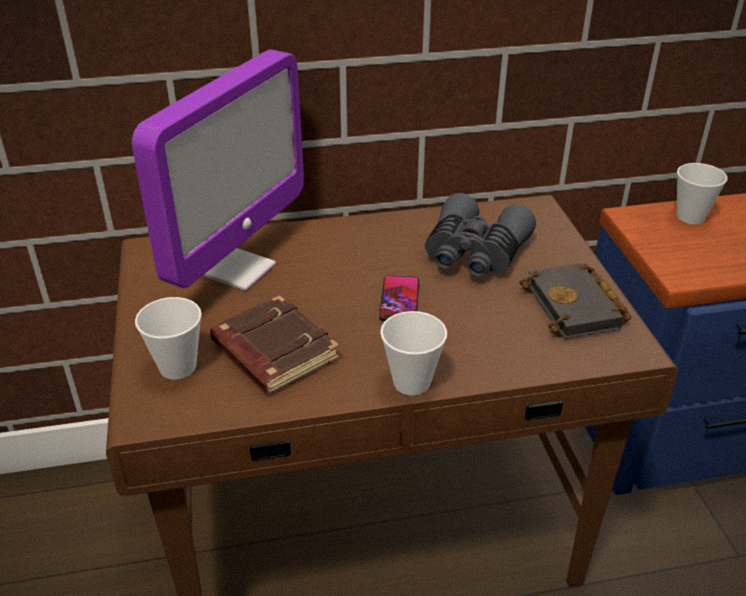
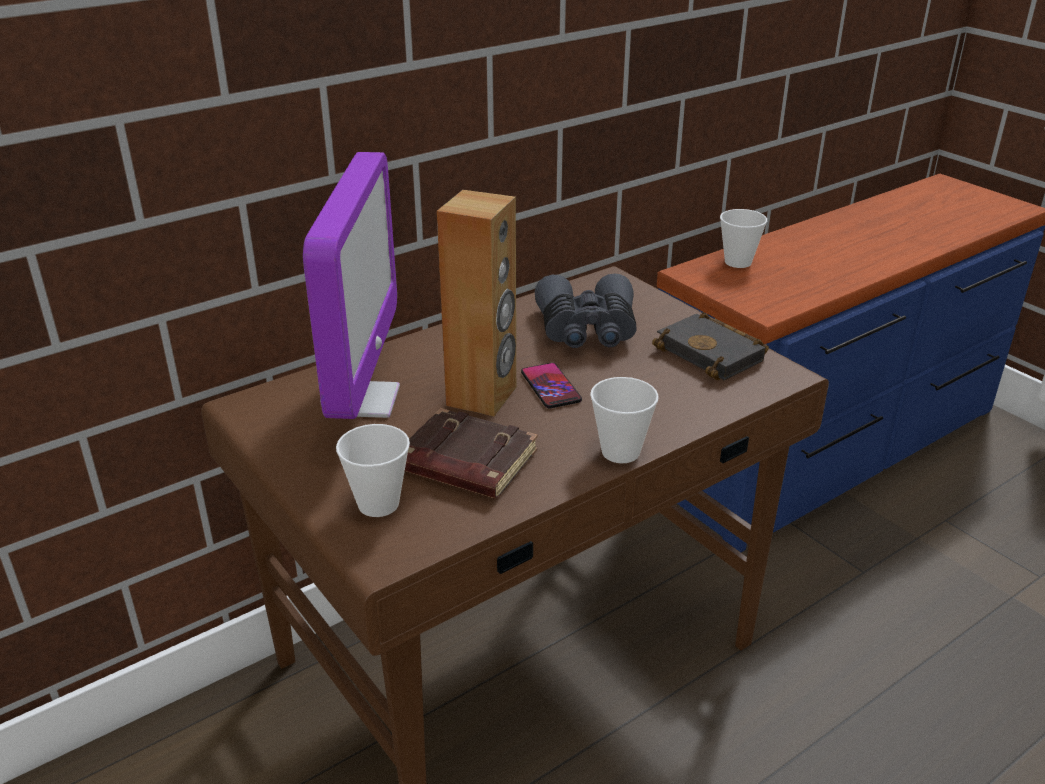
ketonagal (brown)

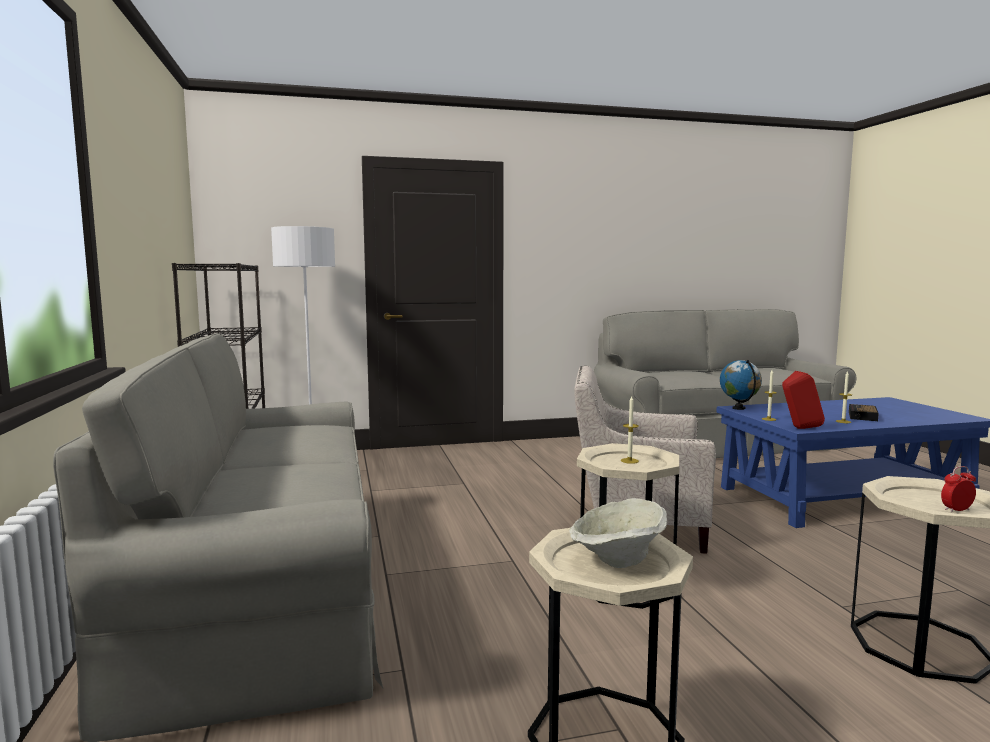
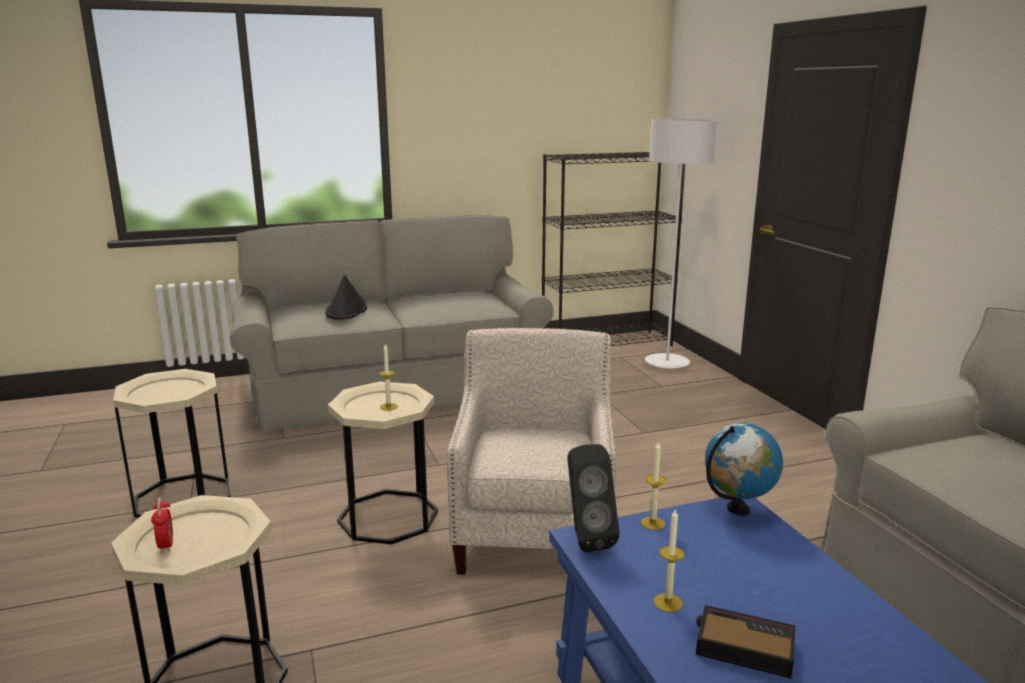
ketonagal (black)
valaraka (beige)
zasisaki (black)

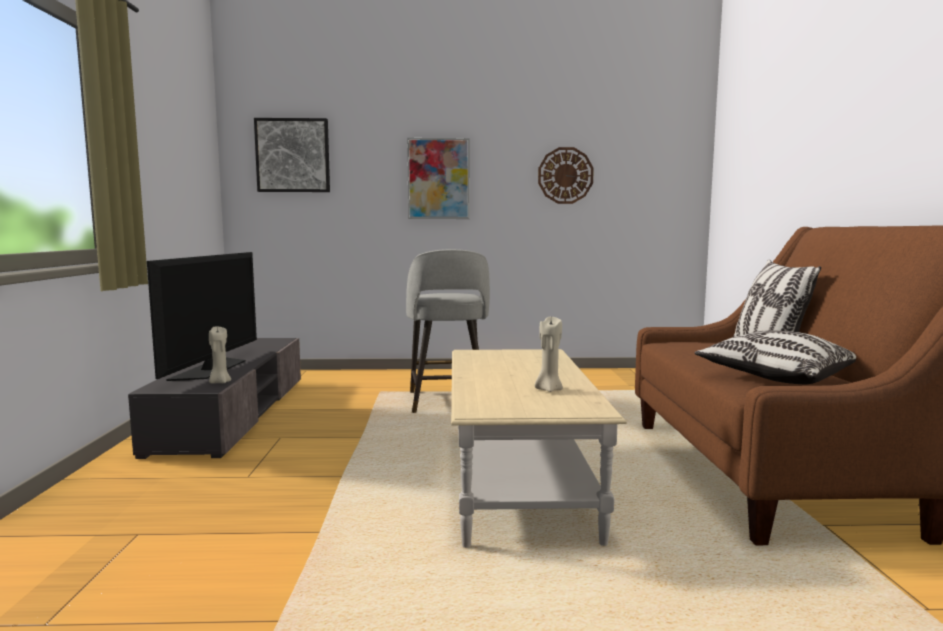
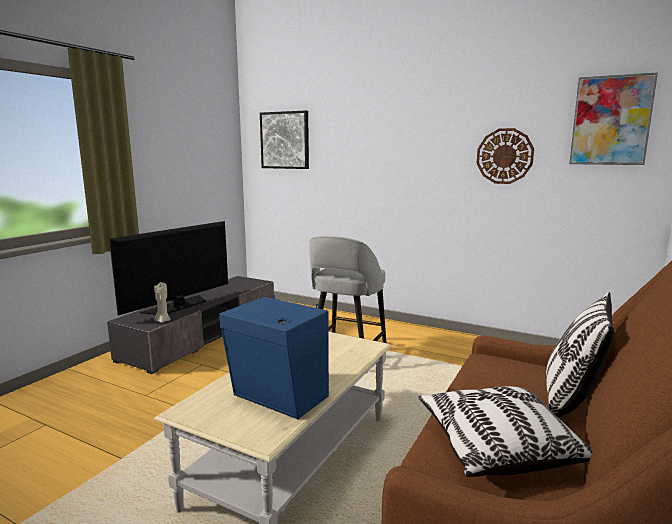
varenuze (no. 2 from left)
ketonagal (blue)

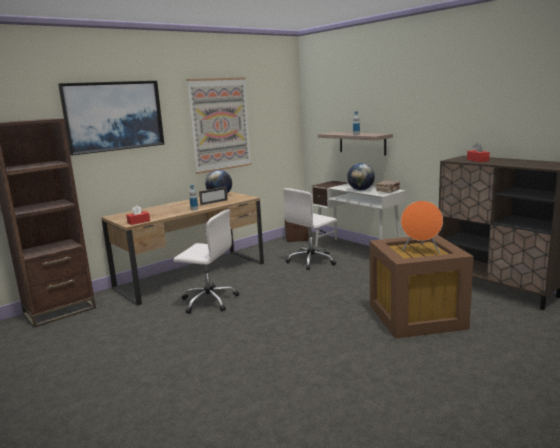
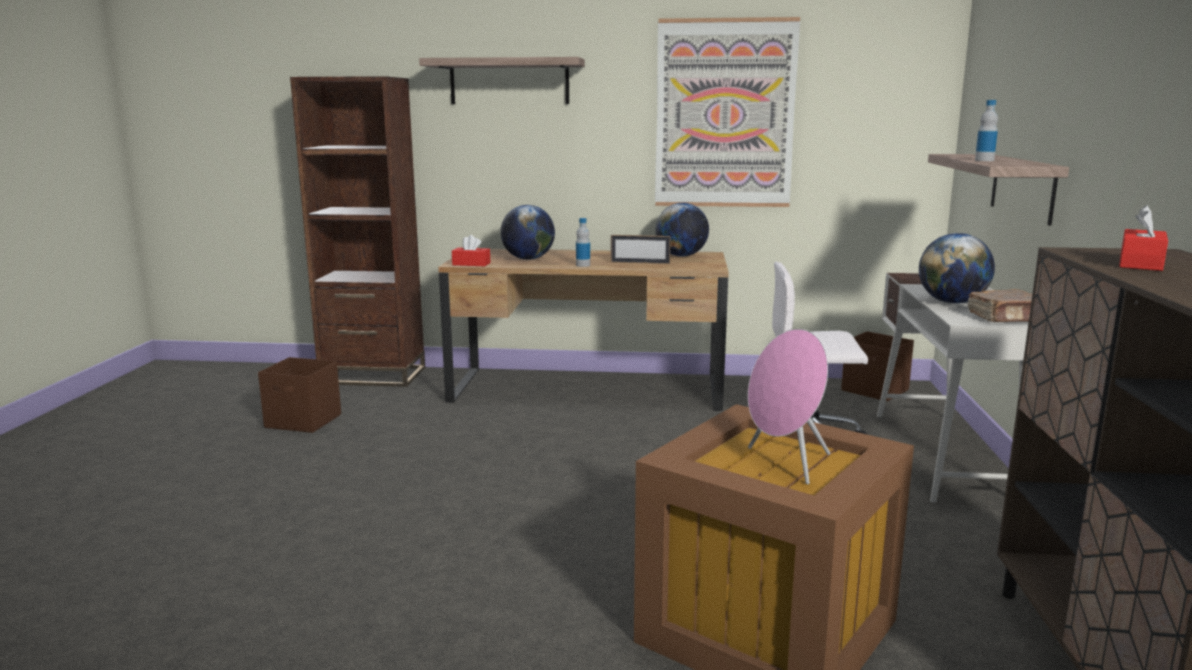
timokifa (no. 1 from left)
ketonagal (pink)
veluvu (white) (no. 1 from left in the first image)
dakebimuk (no. 1 from left)
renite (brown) (no. 1 from left)

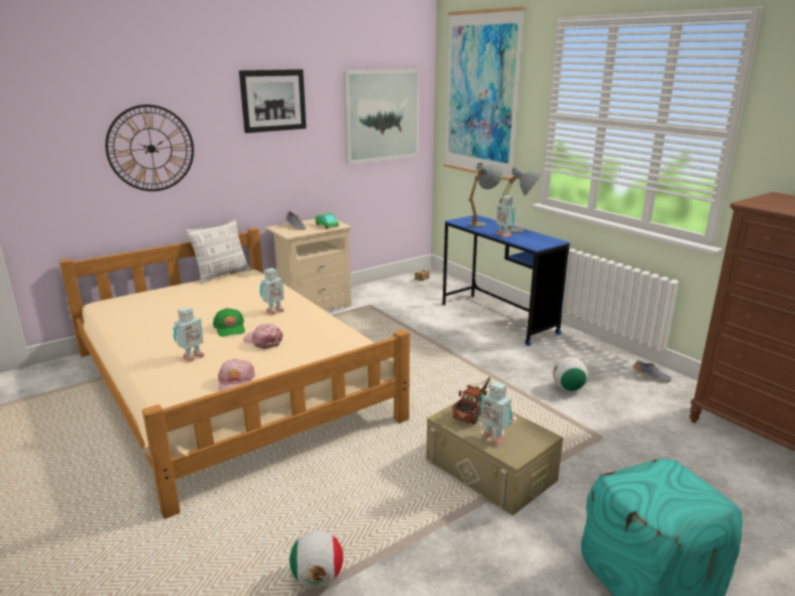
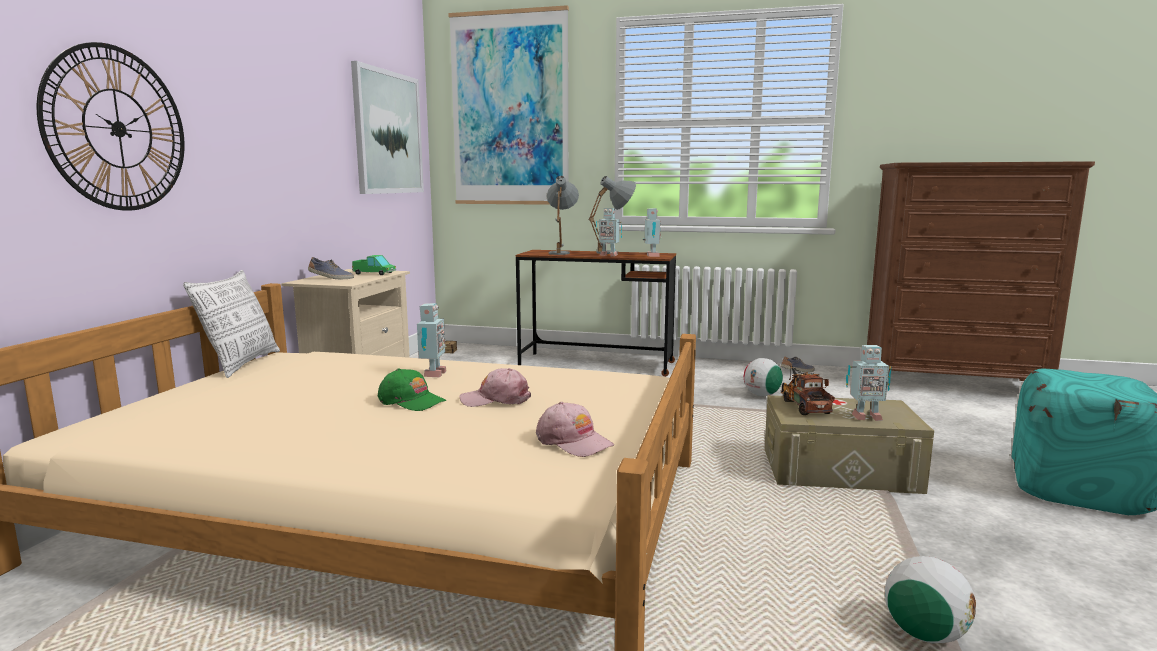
varenuze (no. 1 from left in the first image)
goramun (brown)
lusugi (no. 3 from left)

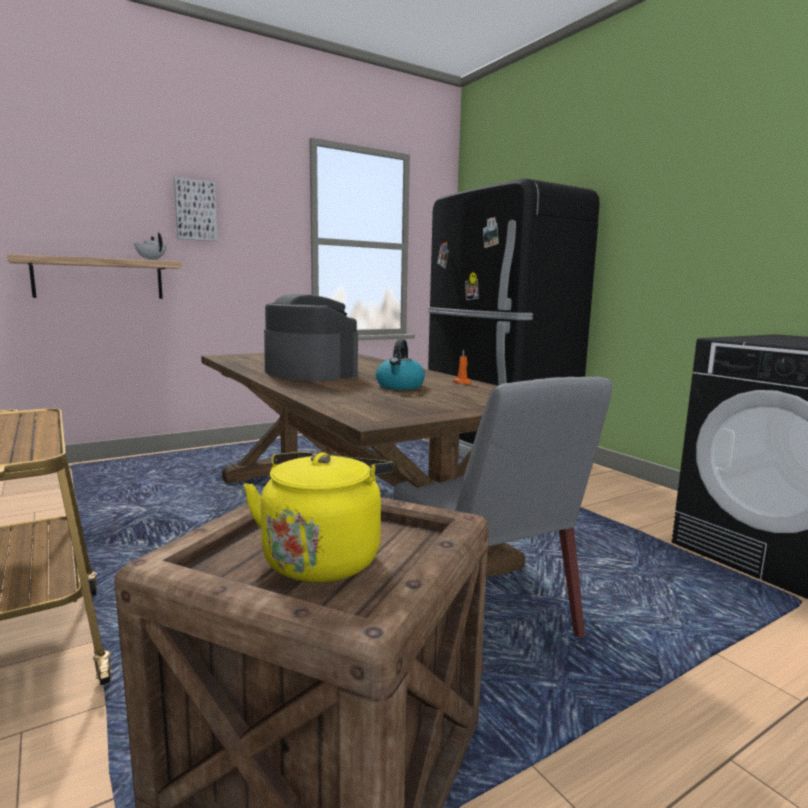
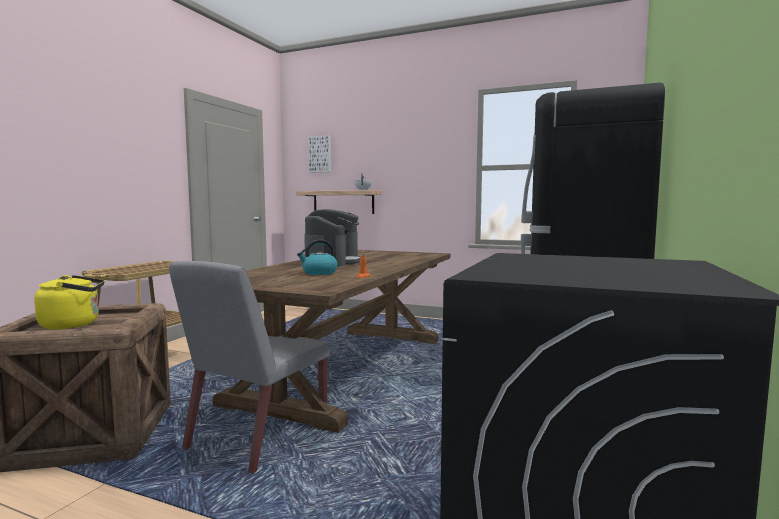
varenuze

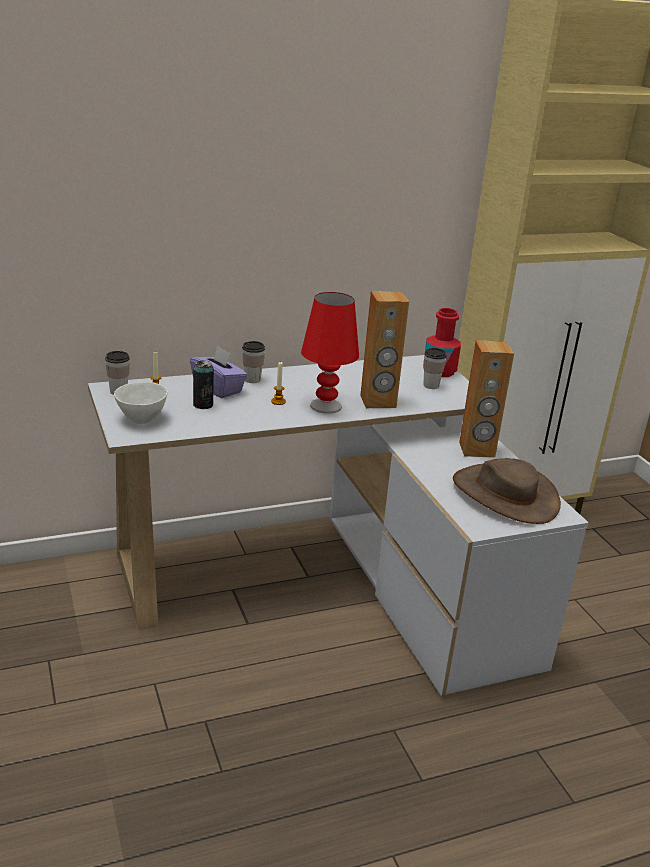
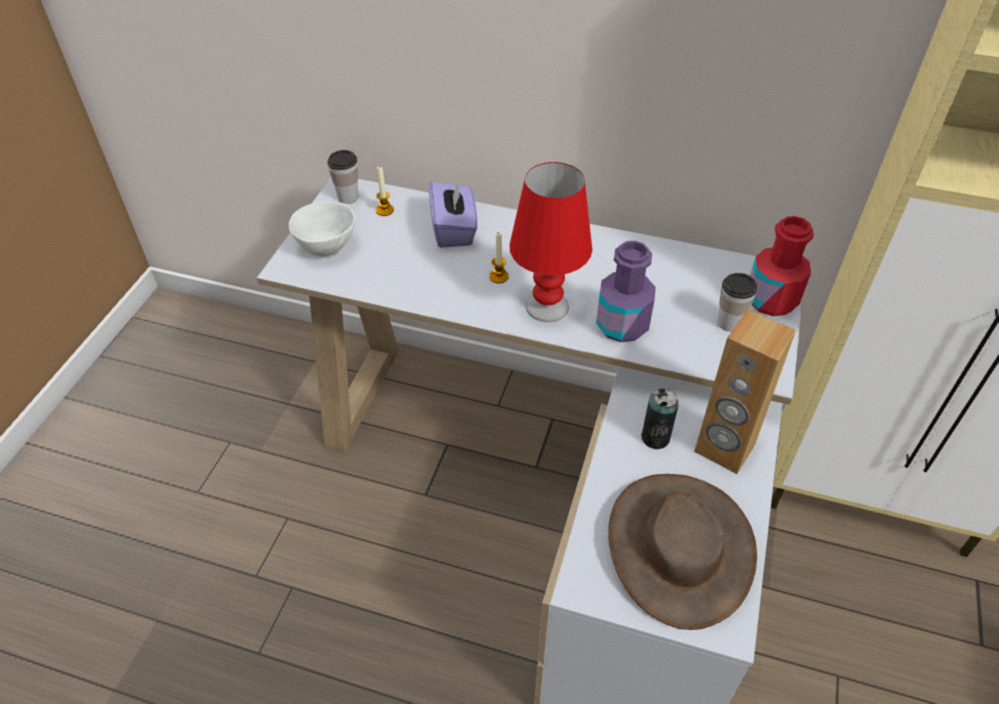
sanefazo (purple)
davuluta (no. 2 from left in the first image)
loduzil

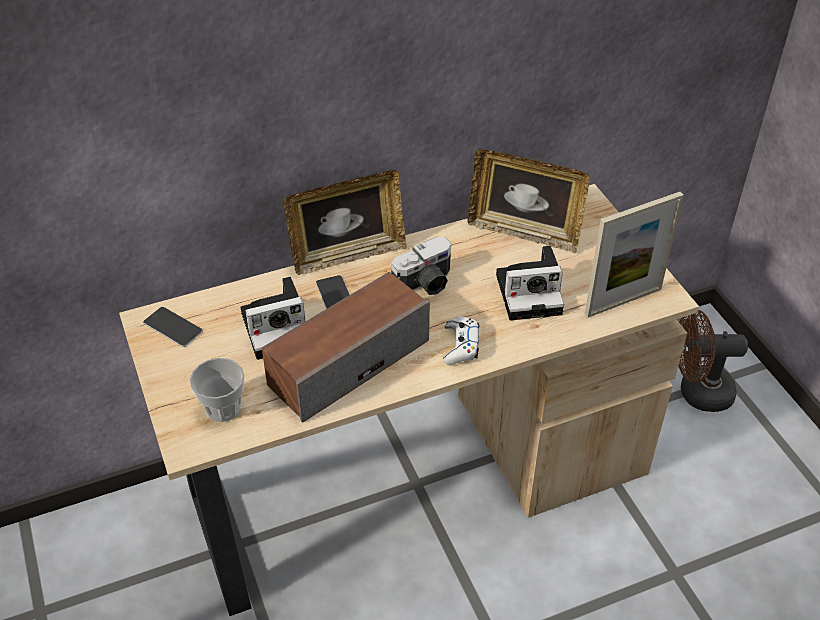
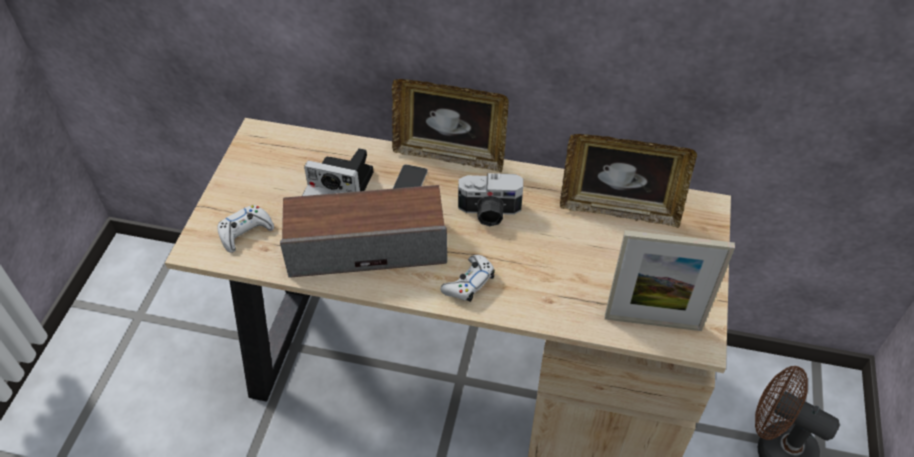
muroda (no. 2 from left)
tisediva (no. 3 from left in the first image)
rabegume (no. 1 from left in the first image)
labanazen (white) (no. 1 from left)

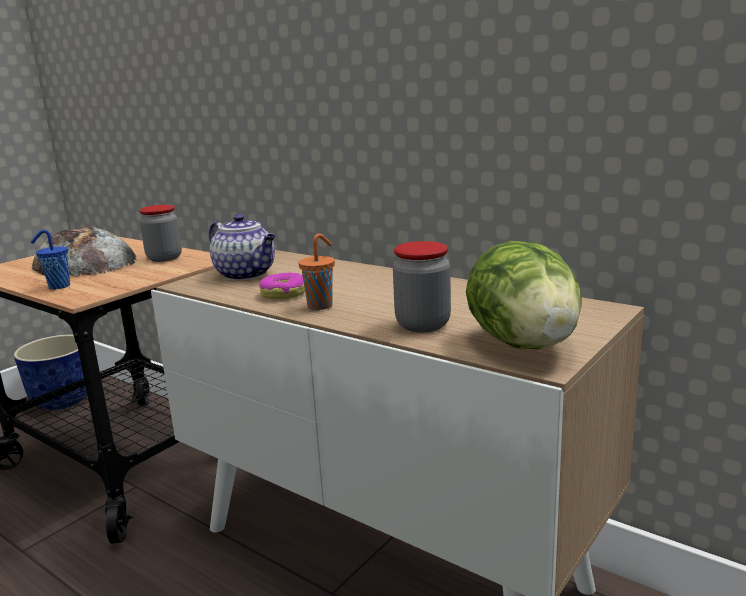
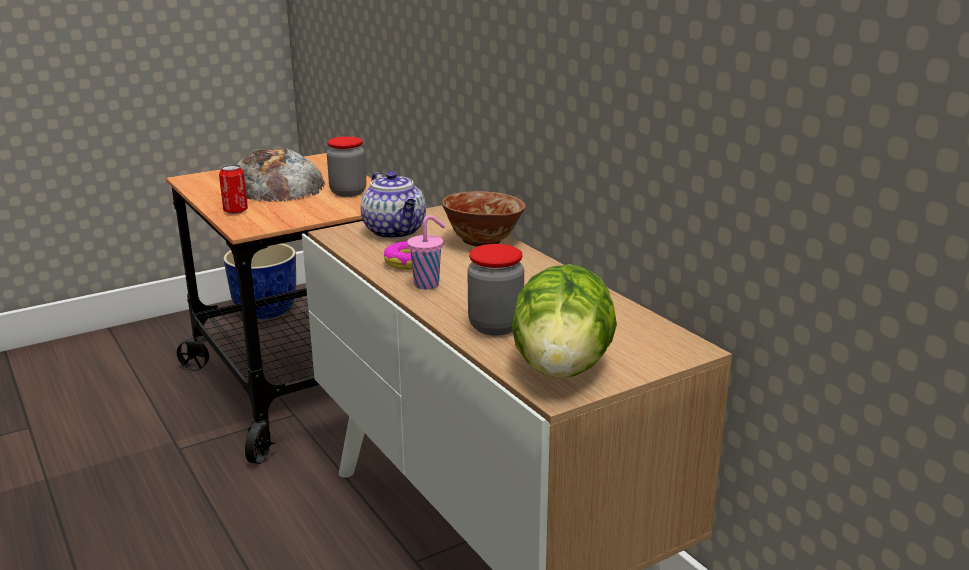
loduzil
davuluta (pink)
valaraka

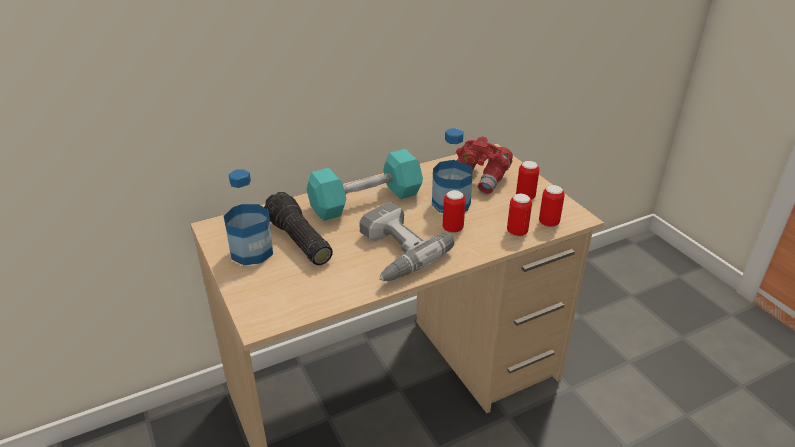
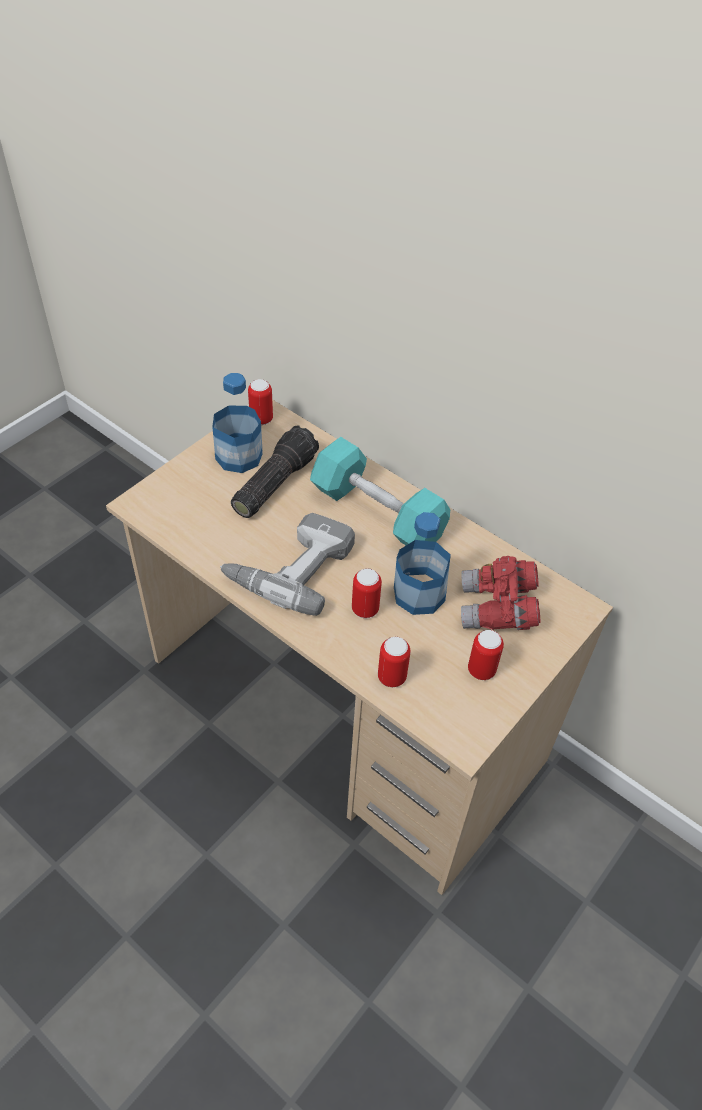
loduzil (no. 1 from left)

